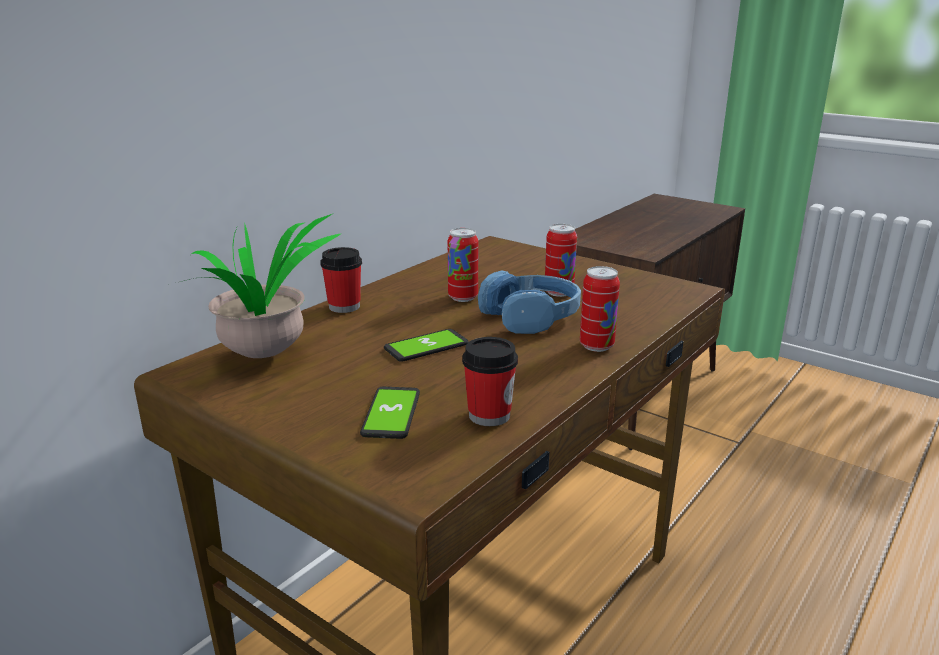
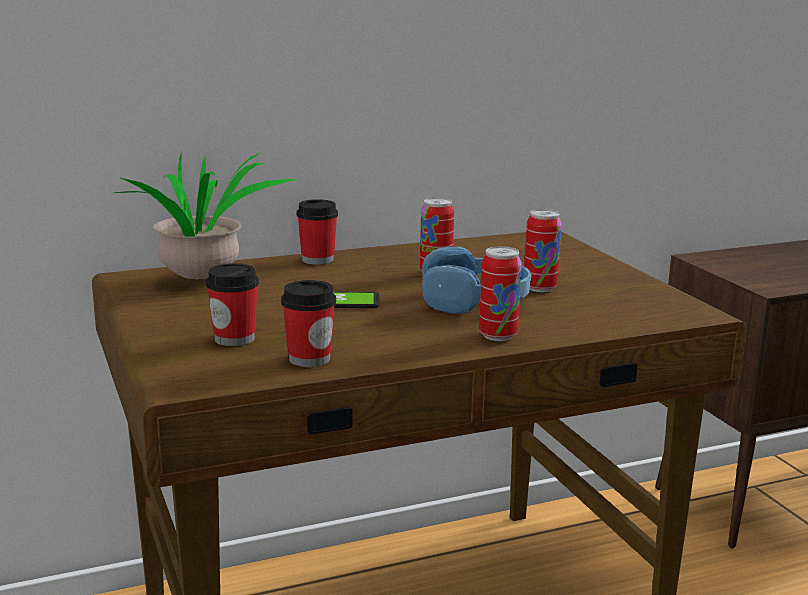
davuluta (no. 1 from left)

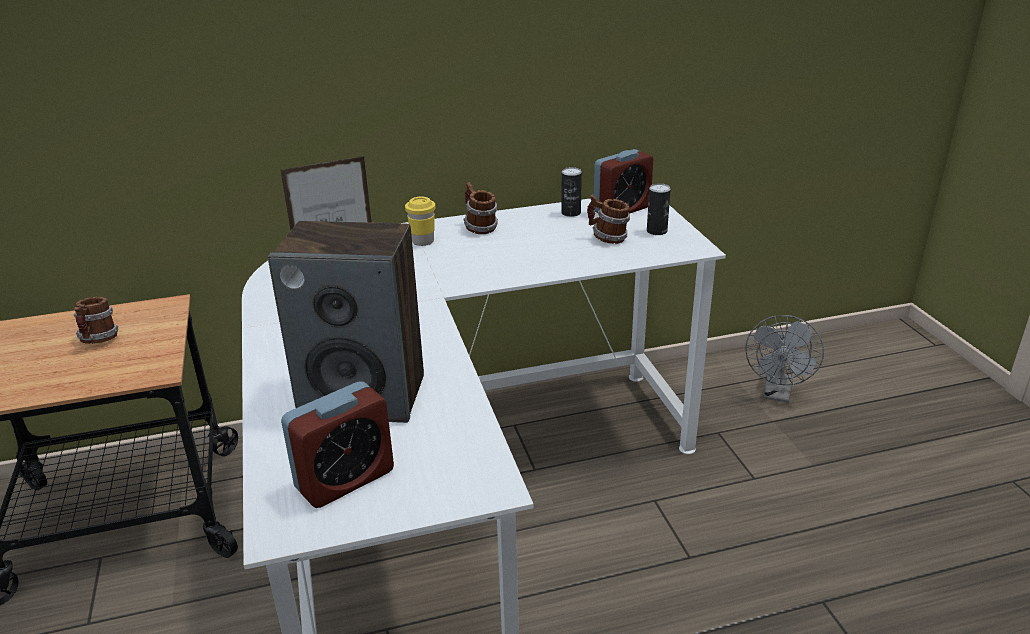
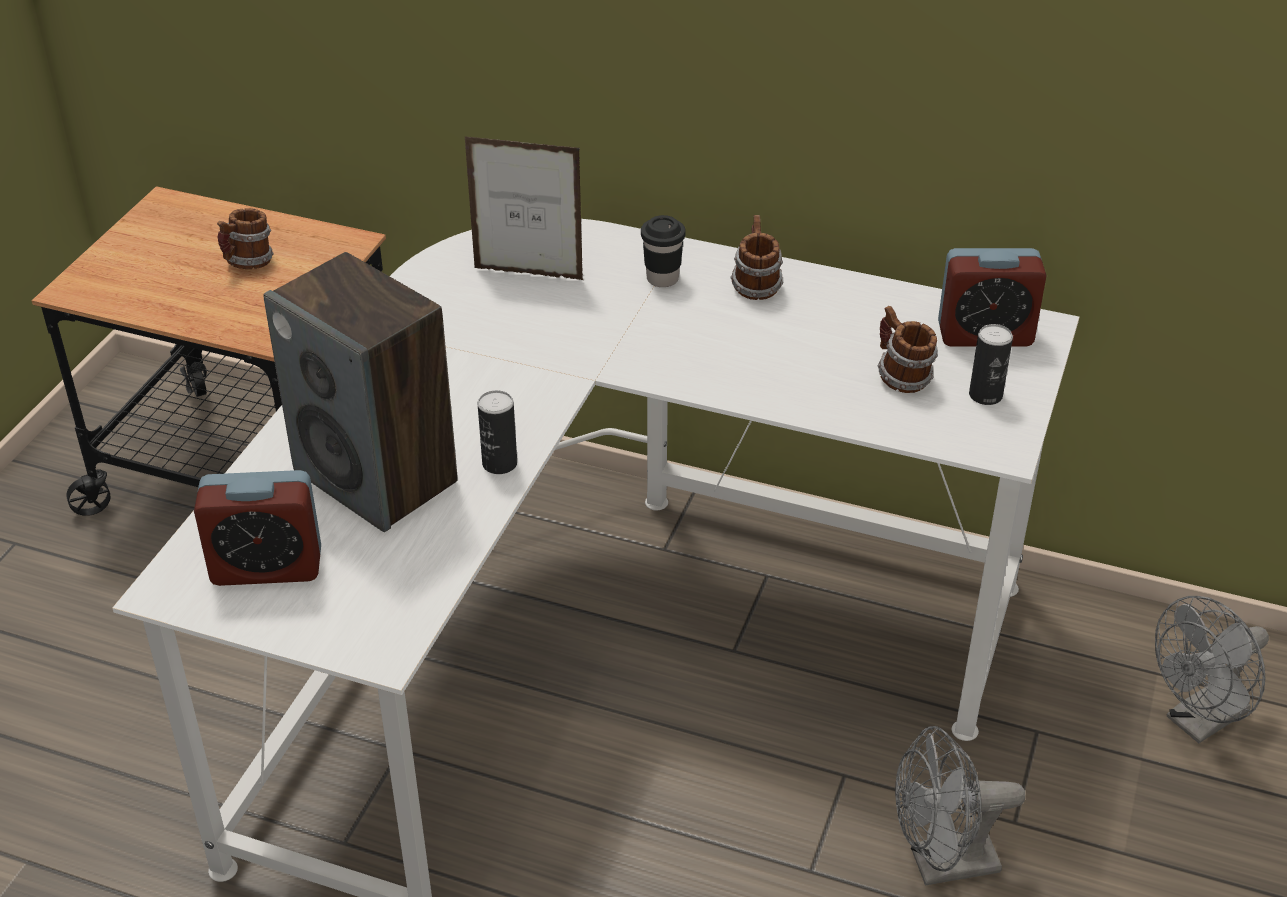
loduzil (no. 1 from left)
davuluta (black)
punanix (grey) (no. 1 from left)

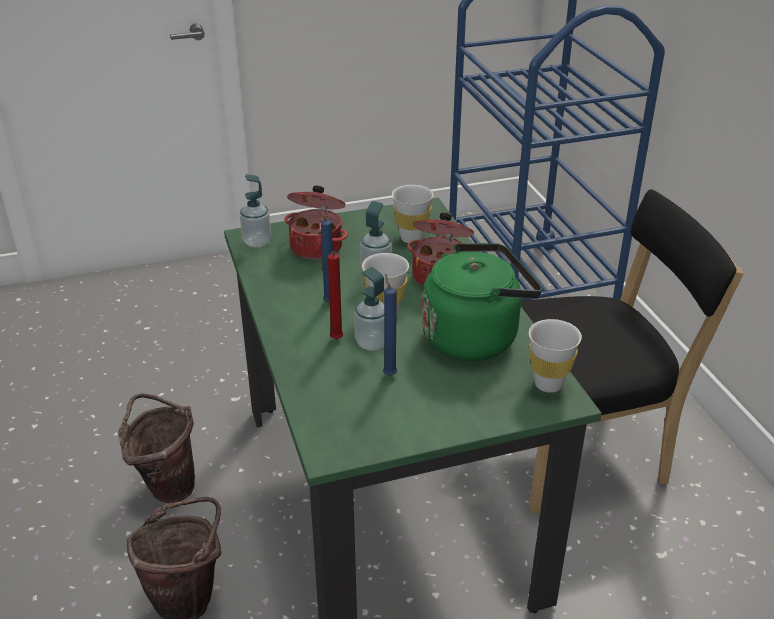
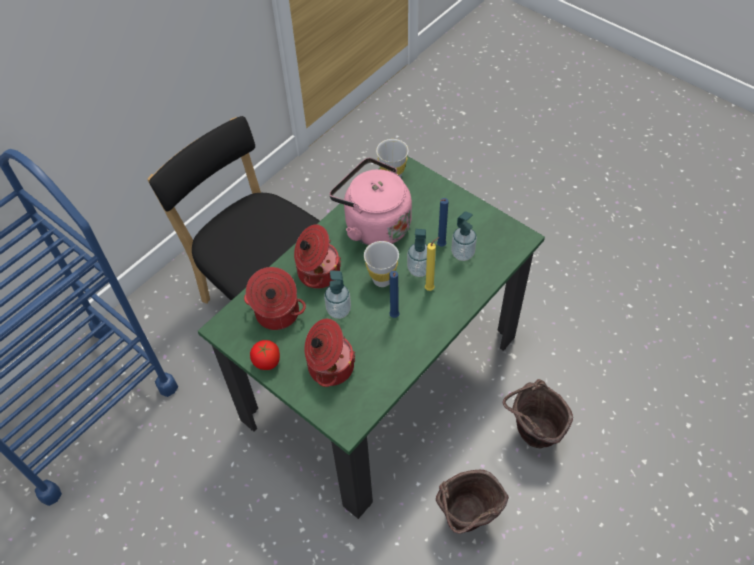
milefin (no. 3 from left)
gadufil (no. 1 from left)
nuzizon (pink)
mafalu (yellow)
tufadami

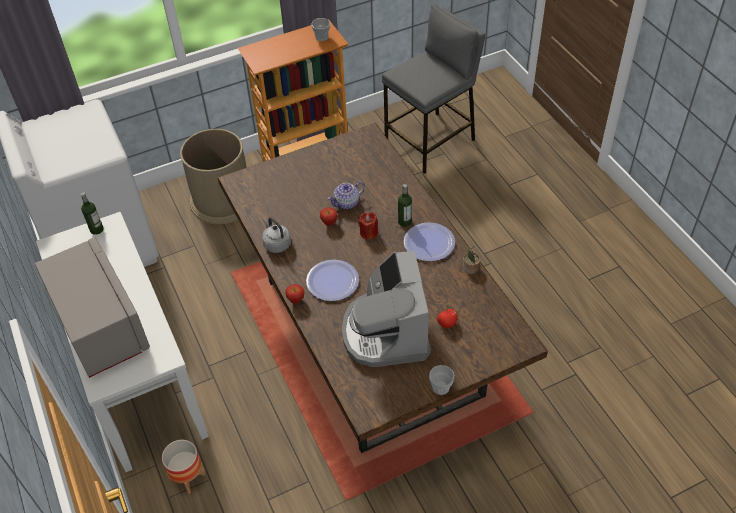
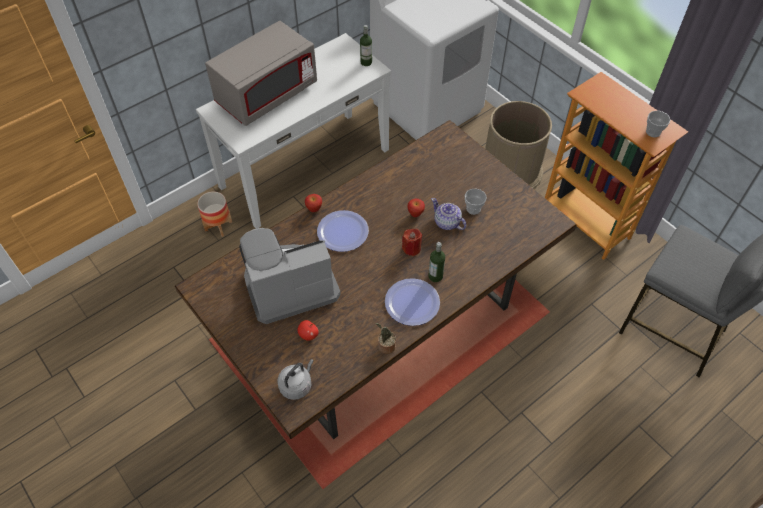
nuzizon (grey)
davuluta (no. 1 from left)

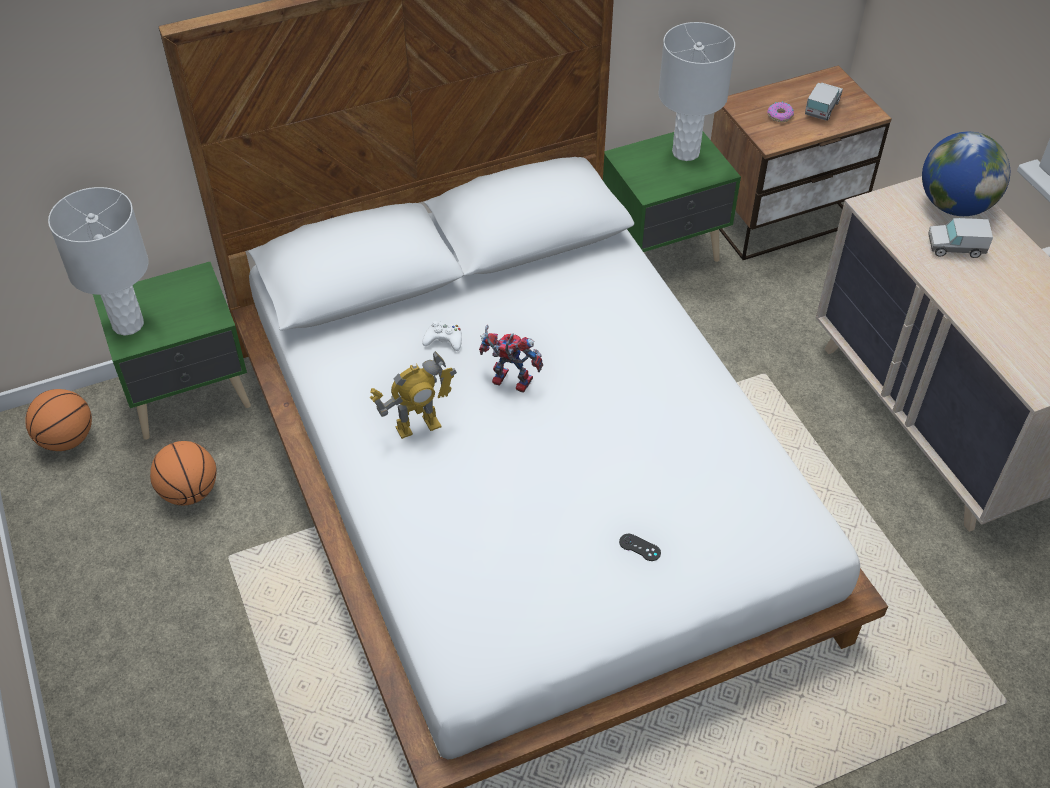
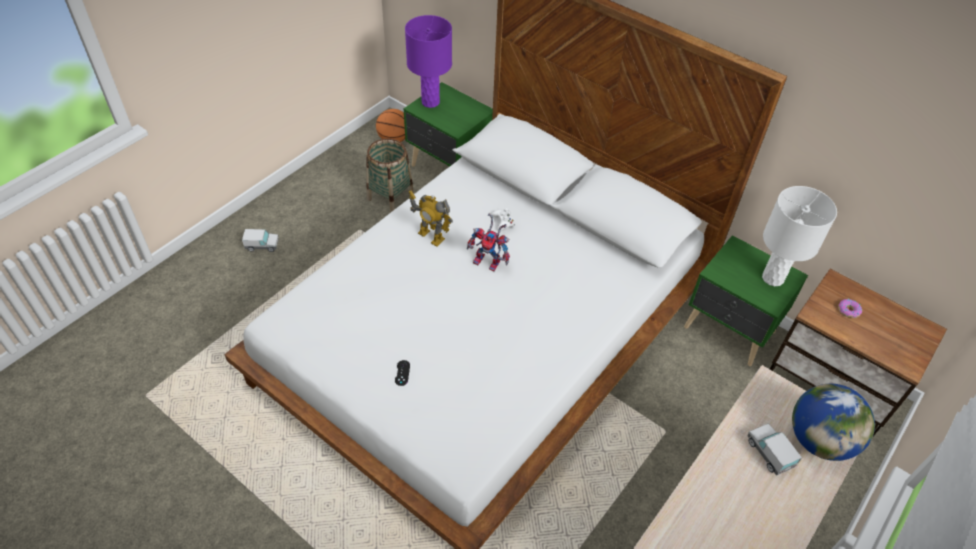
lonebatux (no. 1 from left)
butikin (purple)
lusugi (no. 2 from left)
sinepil

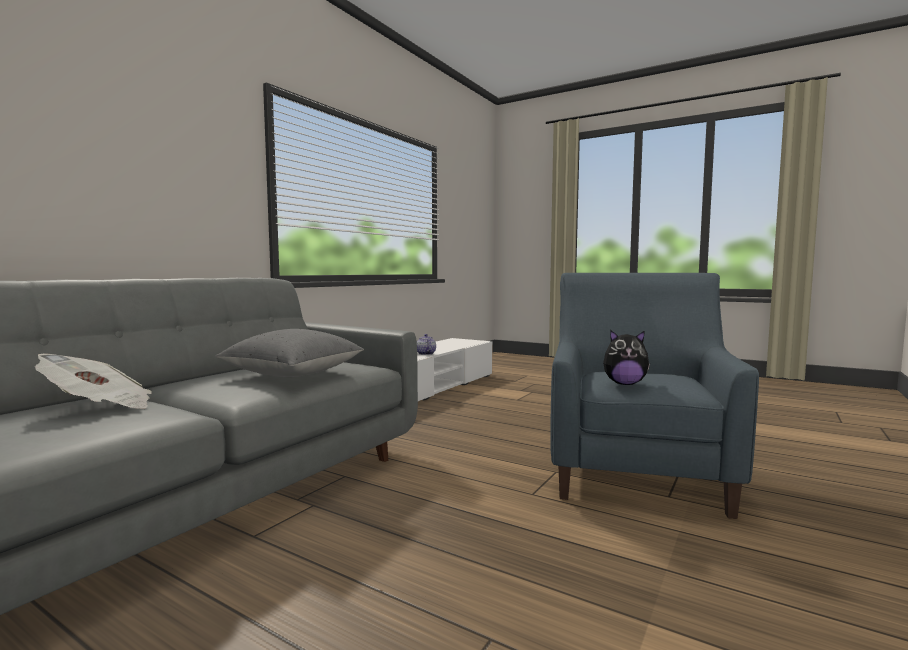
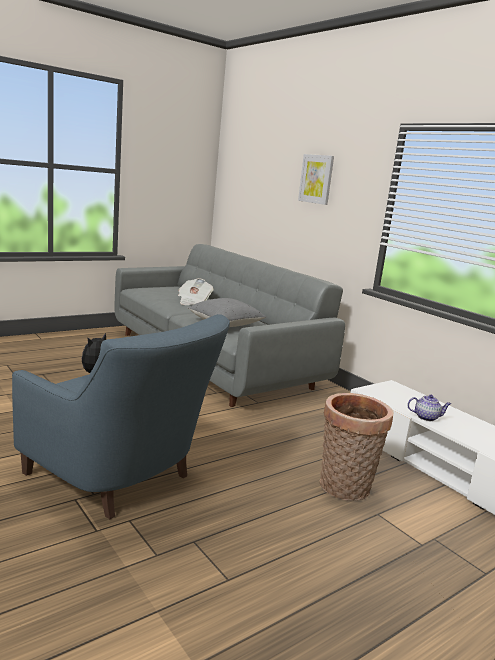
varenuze
sinepil

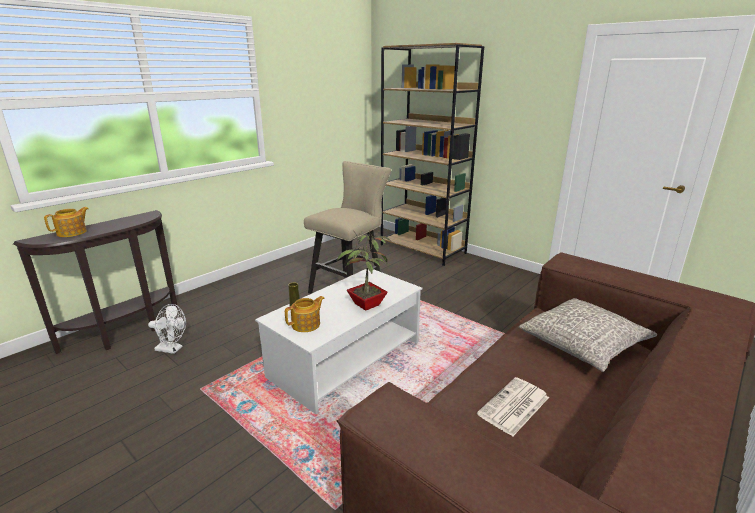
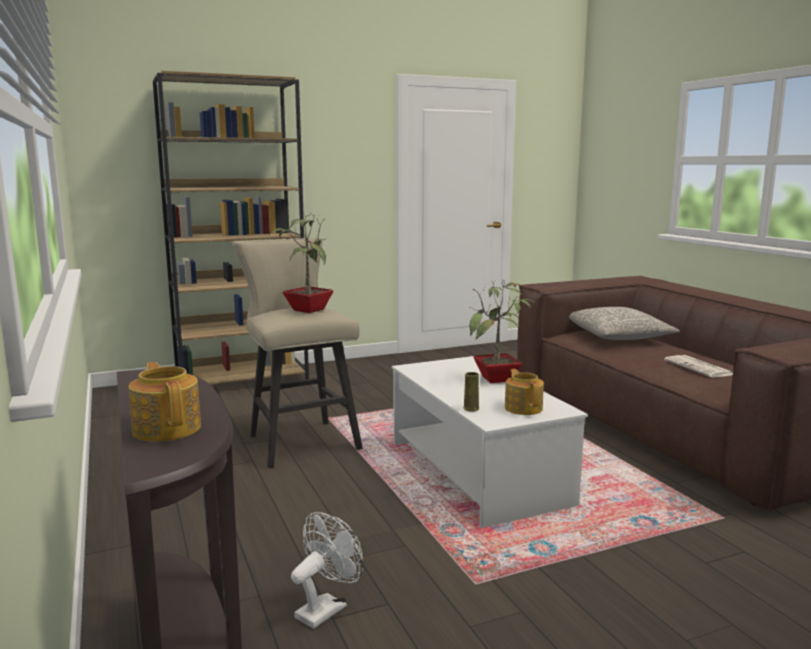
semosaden (no. 1 from left)

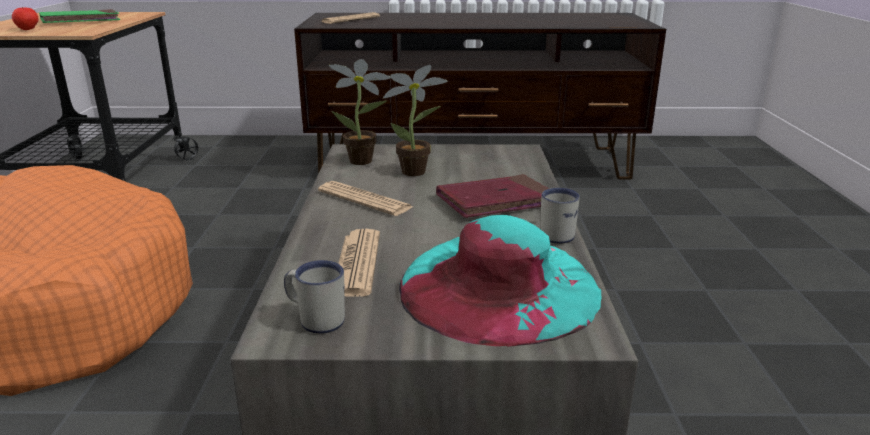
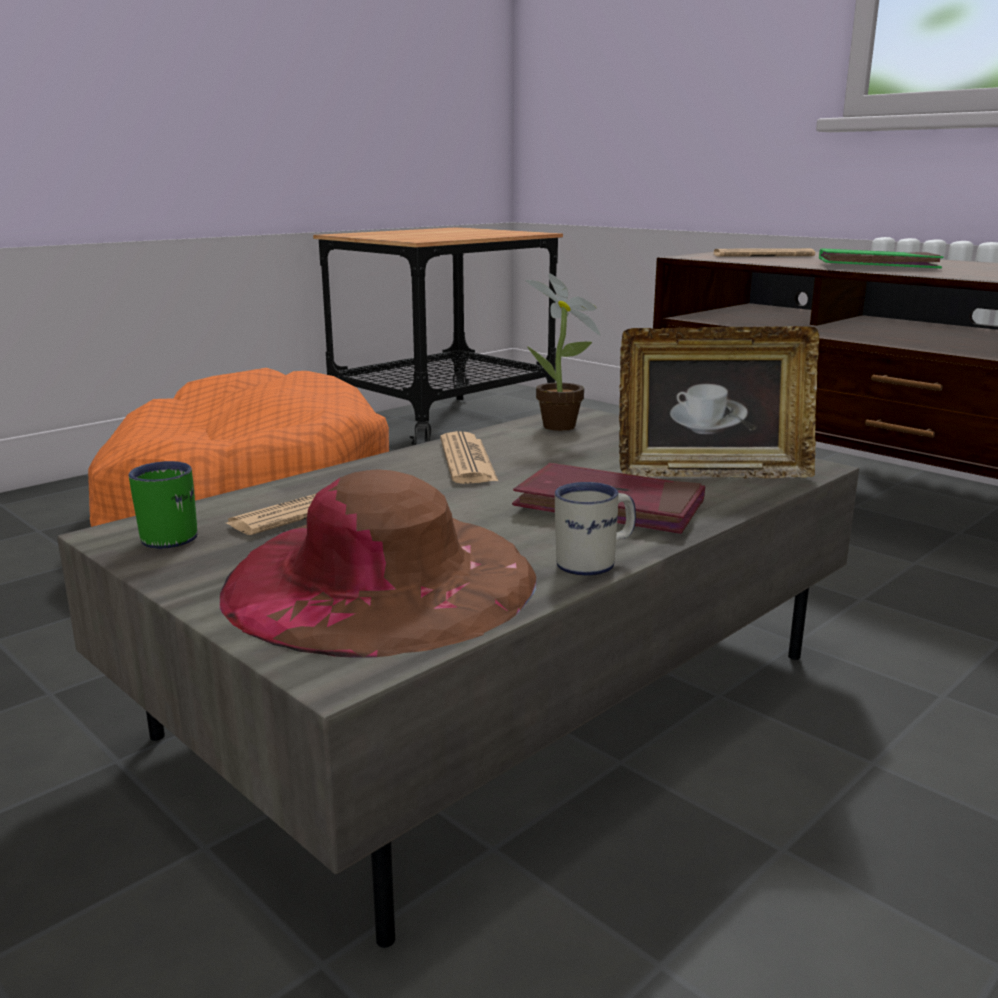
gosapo
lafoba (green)
semosaden (no. 2 from left in the first image)
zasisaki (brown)
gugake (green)
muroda

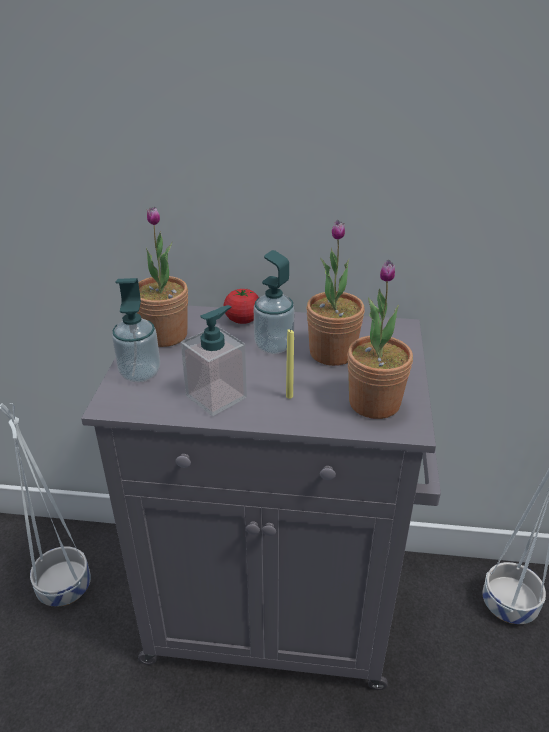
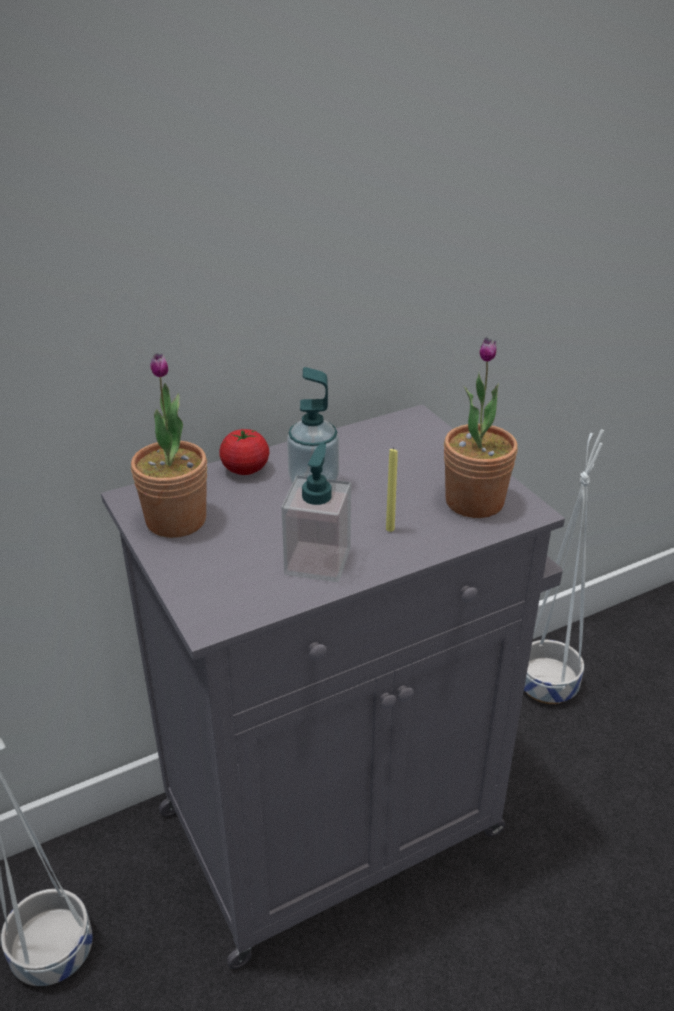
semosaden (no. 2 from left in the first image)
milefin (no. 1 from left in the first image)

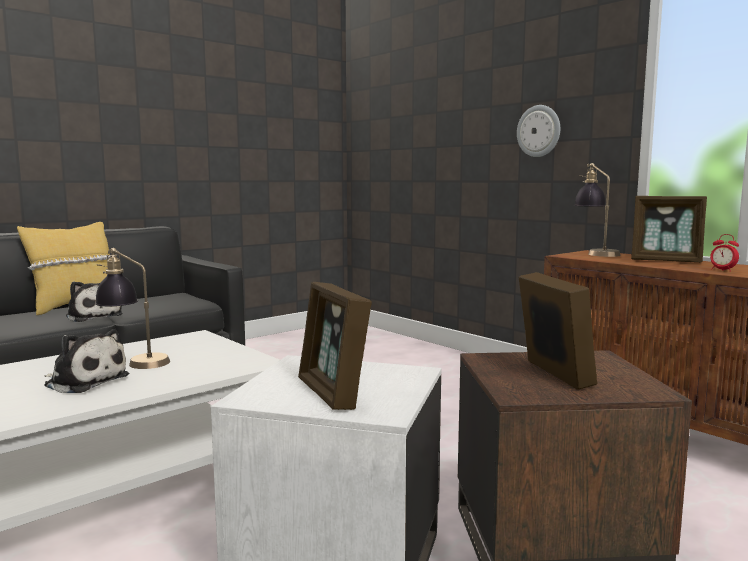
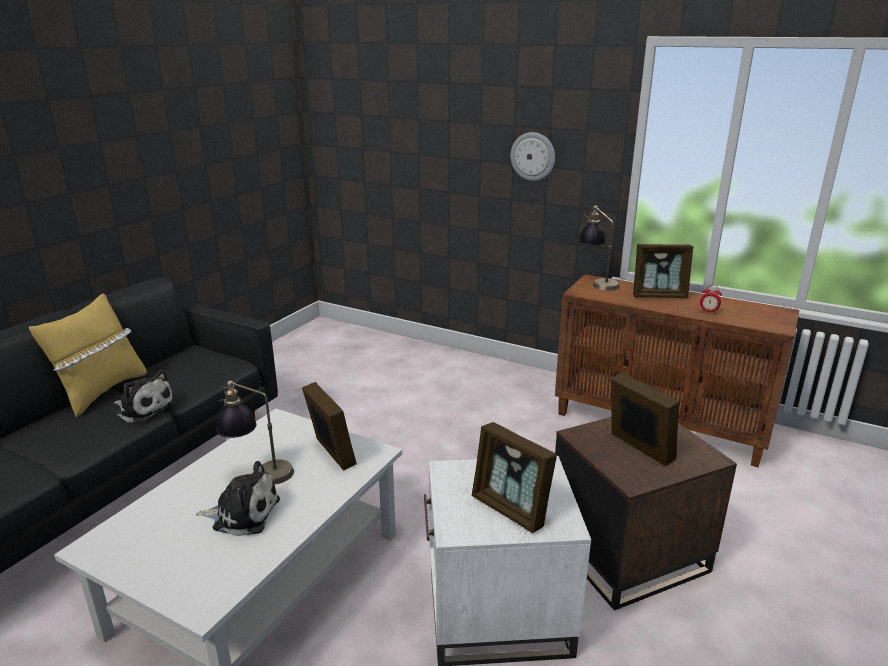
muroda (no. 1 from left)

